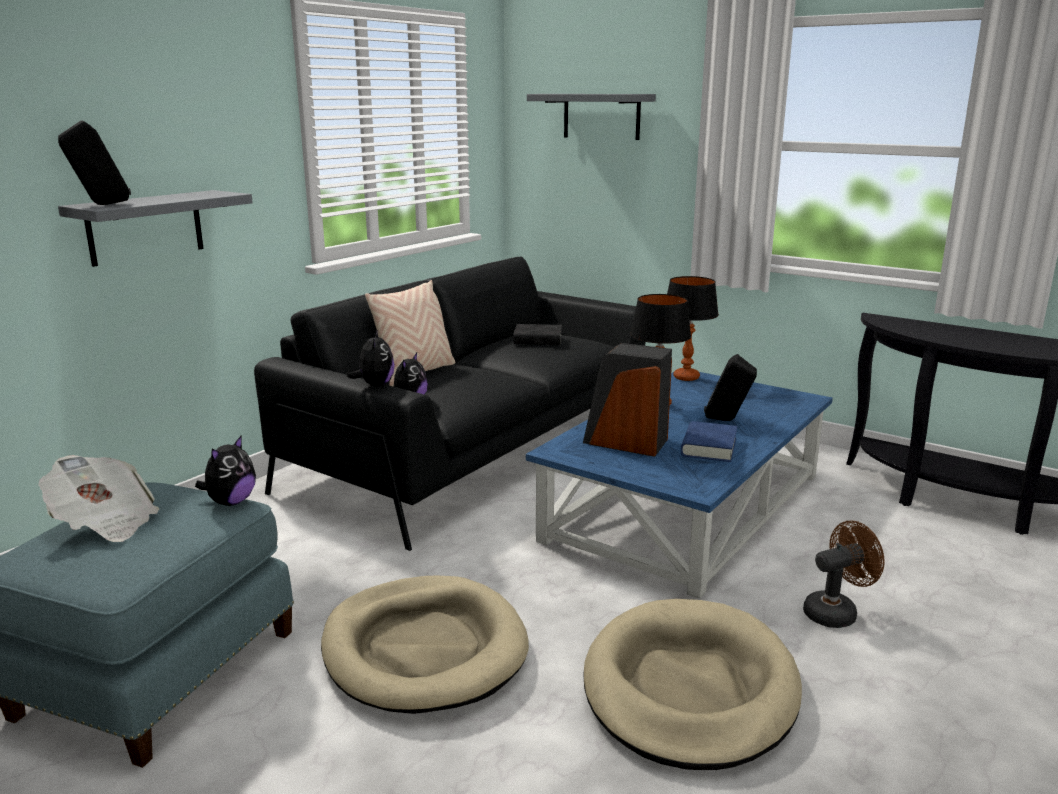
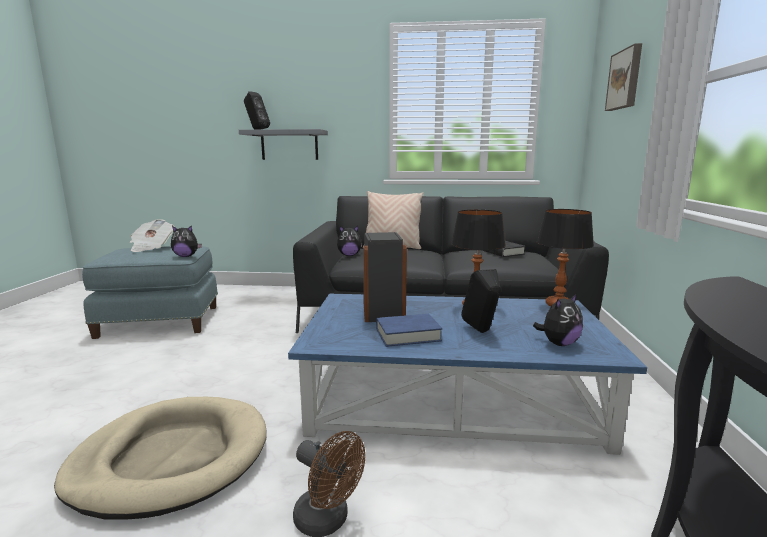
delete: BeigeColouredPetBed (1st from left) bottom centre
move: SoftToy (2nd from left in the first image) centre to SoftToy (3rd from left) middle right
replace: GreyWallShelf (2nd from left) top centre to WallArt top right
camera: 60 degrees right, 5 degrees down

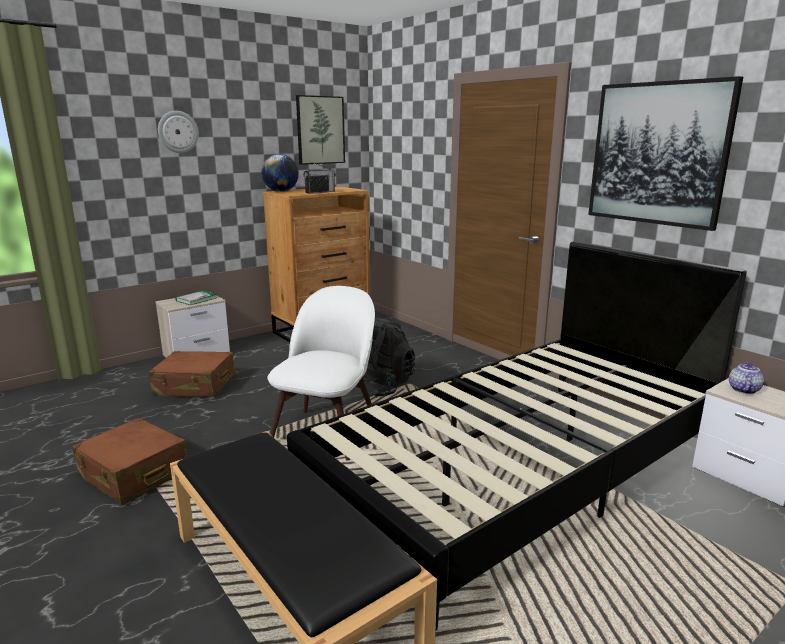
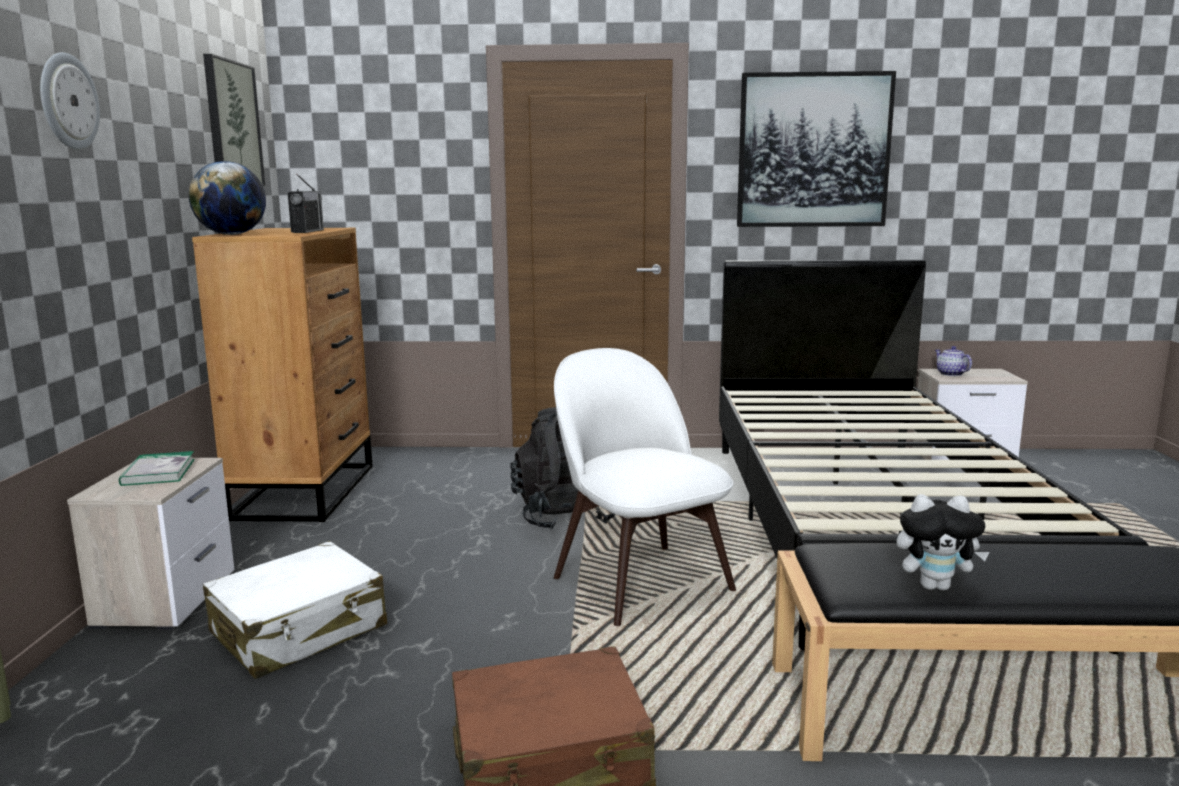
insert: SoftToy bottom right
recolor: BrownColouredSuitcase (2nd from left) middle left to WhiteColouredSuitcase bottom left
camera: 50 degrees left, 5 degrees down

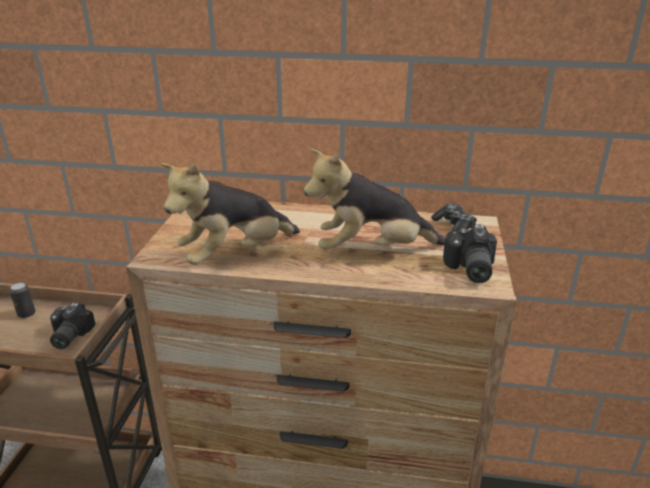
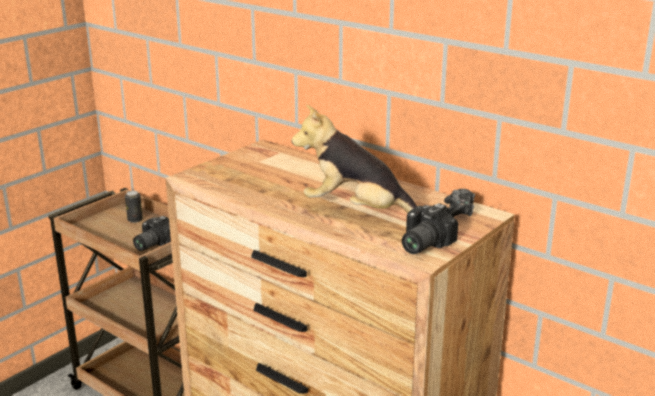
delete: SoftToy (1st from left) centre
camera: 30 degrees right, 5 degrees down

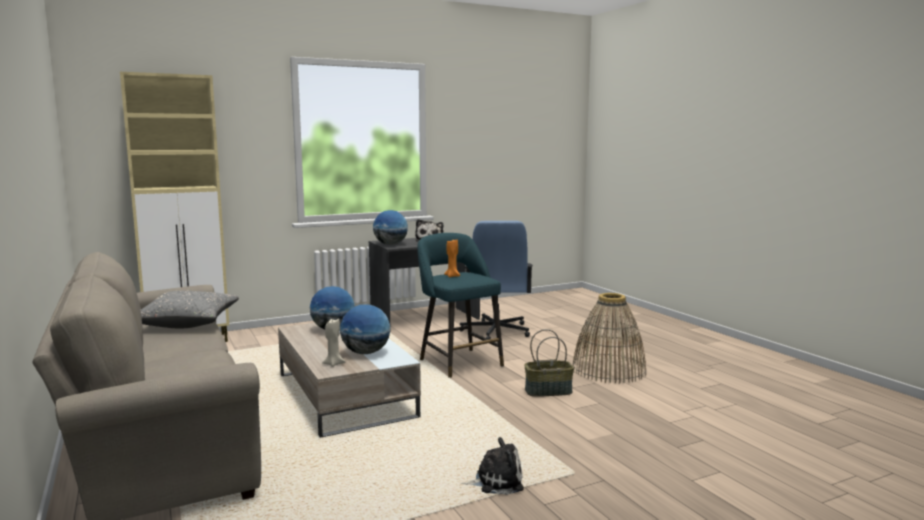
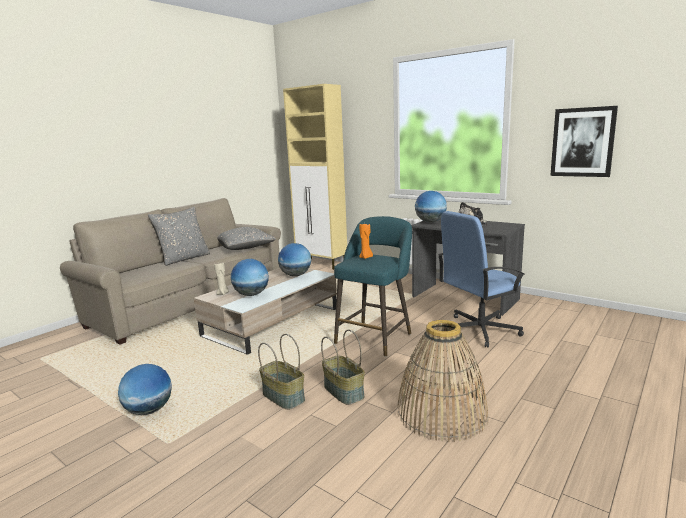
insert: WallArt top right; GreyPillow (1st from left) middle left; StorageBasket (1st from left) bottom centre
replace: SoftToy (2nd from left) bottom centre to WorldGlobe (1st from left) bottom left
camera: 65 degrees right, 5 degrees up

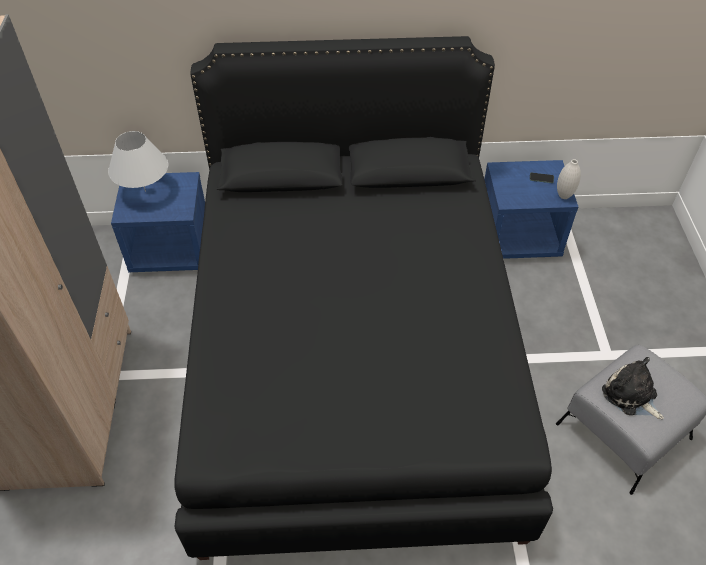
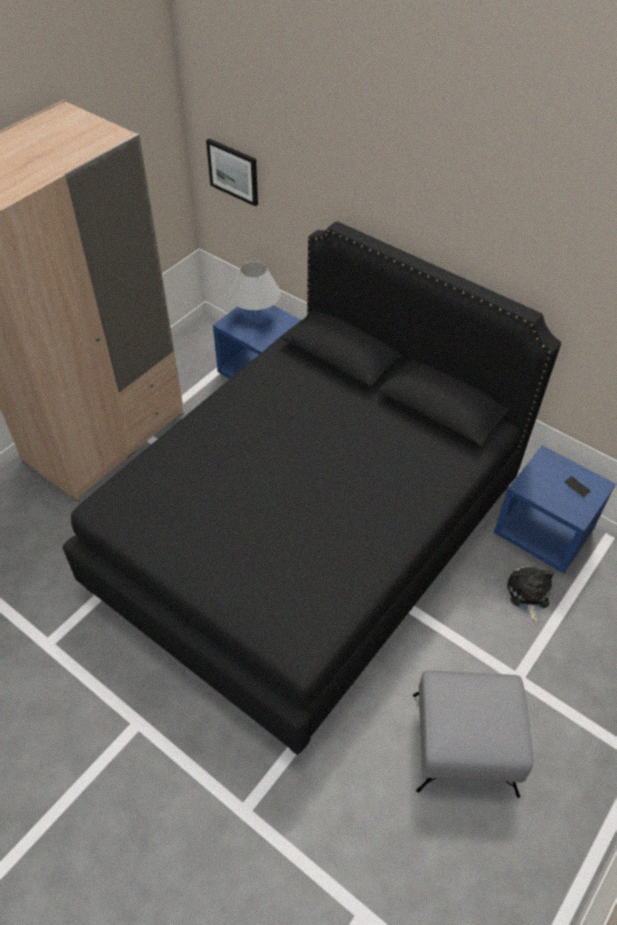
delete: WhiteColouredFlowerVase top right
insert: WallArt top centre
move: SoftToy bottom right to middle right
camera: 40 degrees right, 0 degrees up

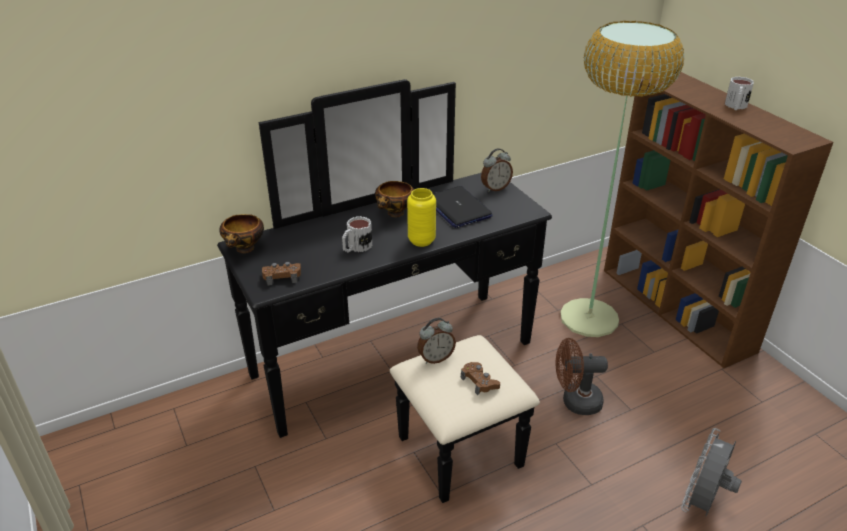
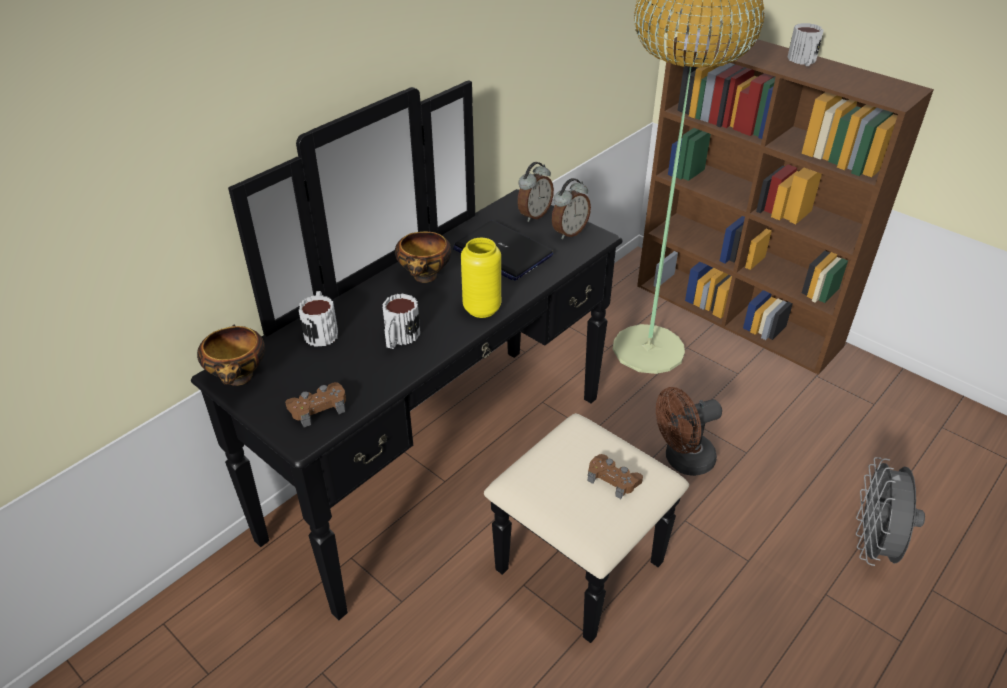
insert: CoffeeMug (1st from left) middle left
move: TableClock (1st from left in the first image) centre to TableClock (2nd from left) top centre
camera: 20 degrees left, 5 degrees up

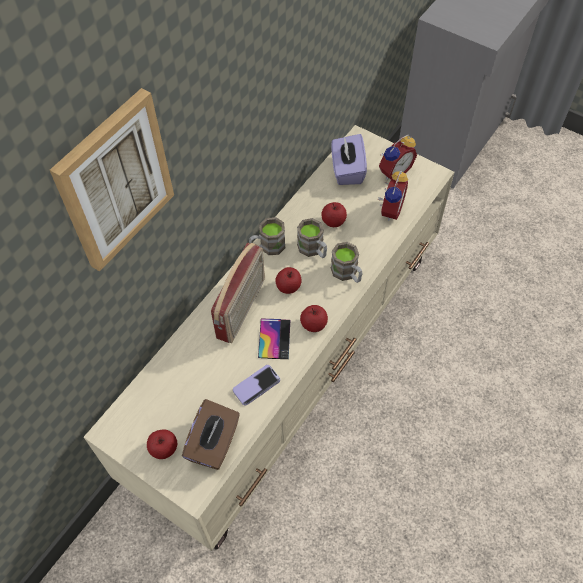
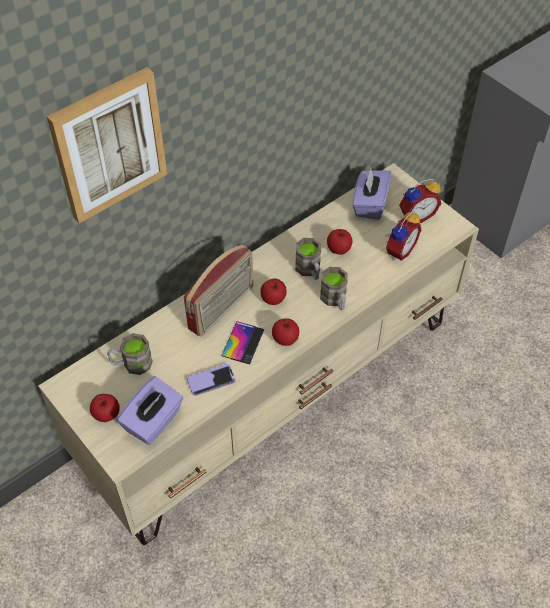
move: BrownColouredCoffeeMug (1st from left) centre to middle left
recolor: BrownColouredBoxOfTissues bottom centre to PurpleBoxOfTissues (1st from left) bottom left
camera: 15 degrees right, 5 degrees down

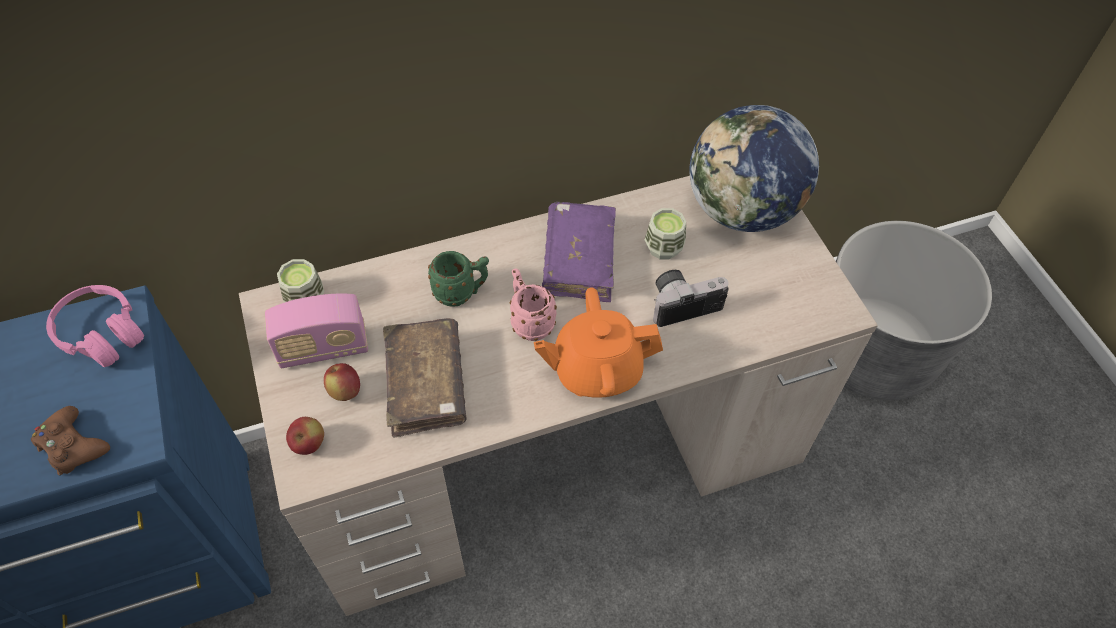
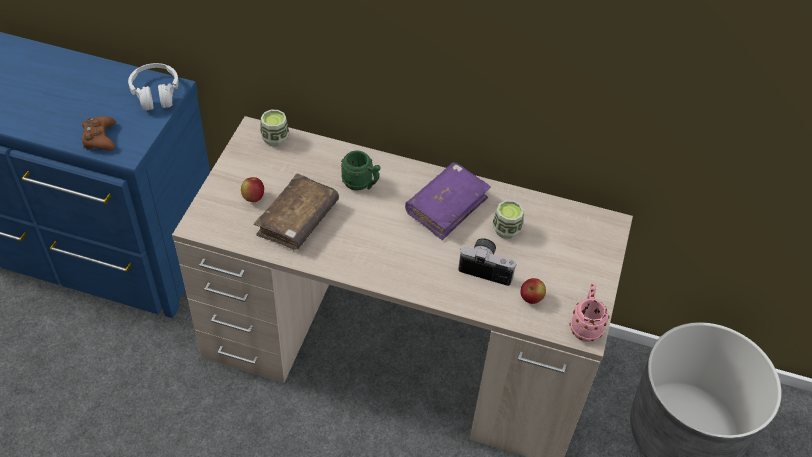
delete: WorldGlobe top right; OrangeColouredTeapot centre; RadioSet middle left
move: PinkishCoffeeMug centre to bottom right; Apple (1st from left in the first image) bottom left to Apple (2nd from left) centre
recolor: PinkishPairOfHeadphones middle left to WhiteColouredPairOfHeadphones top left
camera: 35 degrees right, 5 degrees down

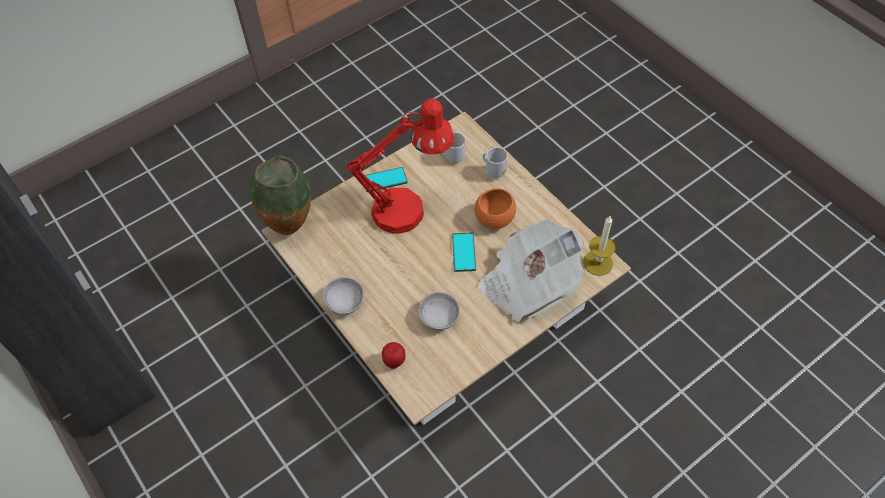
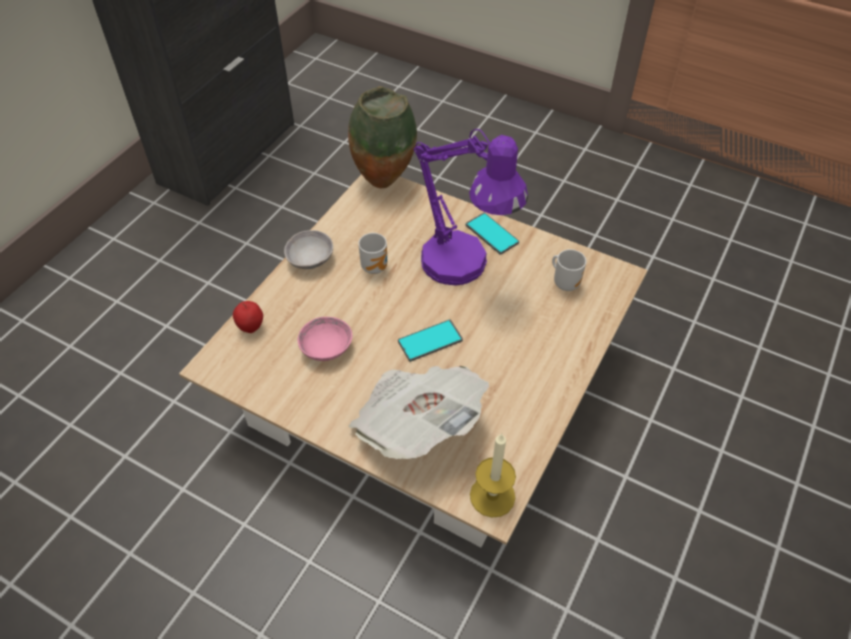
delete: OrangeColouredDeepDish centre
move: CoffeeMug (2nd from left in the first image) top centre to CoffeeMug (1st from left) centre
recolor: ReddishTableLamp centre to PurpleTableLamp top centre; GreyDeepDish (2nd from left) centre to PinkishDeepDish centre
camera: 65 degrees right, 5 degrees down

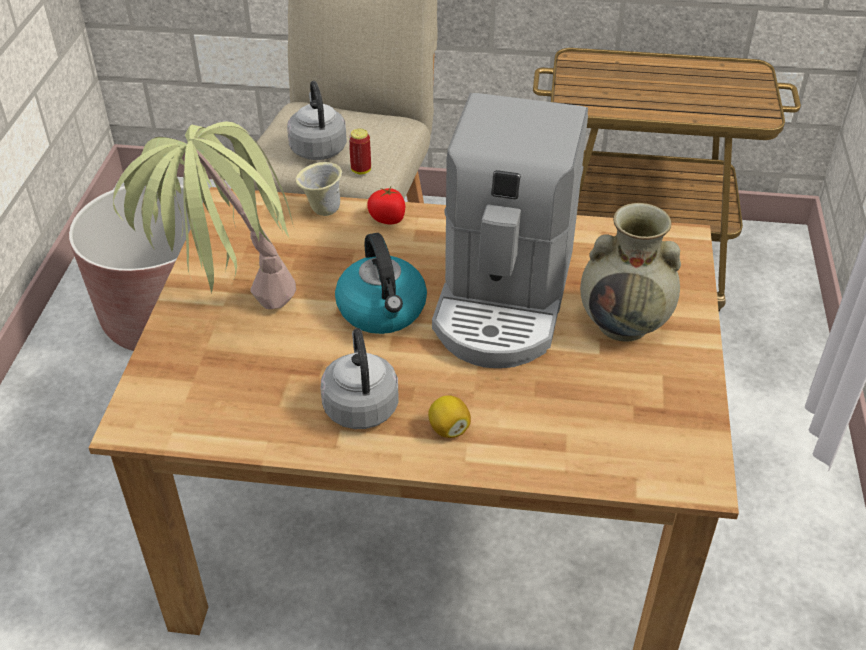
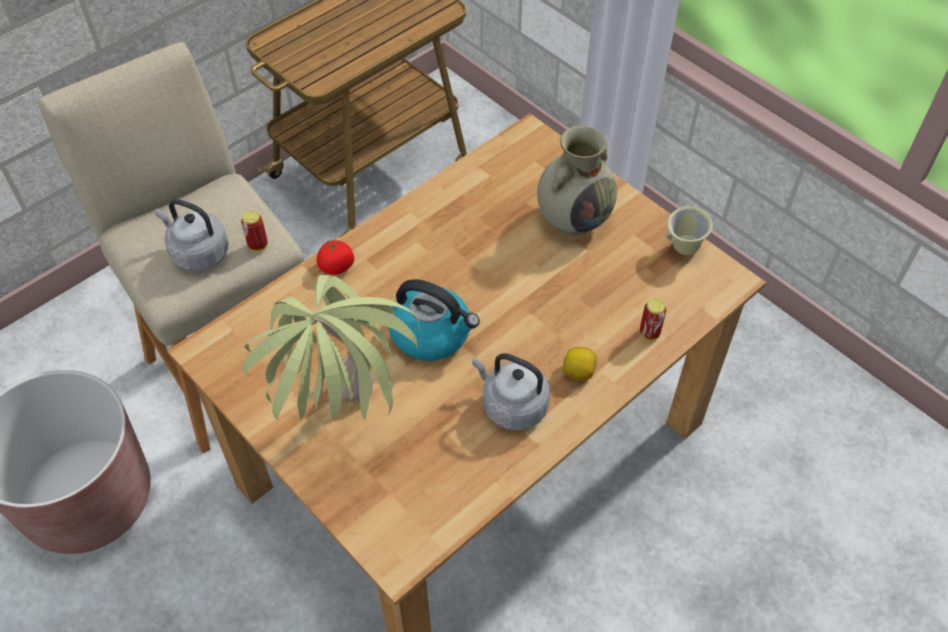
delete: CoffeeMaker centre
insert: Can (2nd from left) middle right
move: BeigeColouredCoffeeMug top centre to middle right
camera: 50 degrees left, 10 degrees up

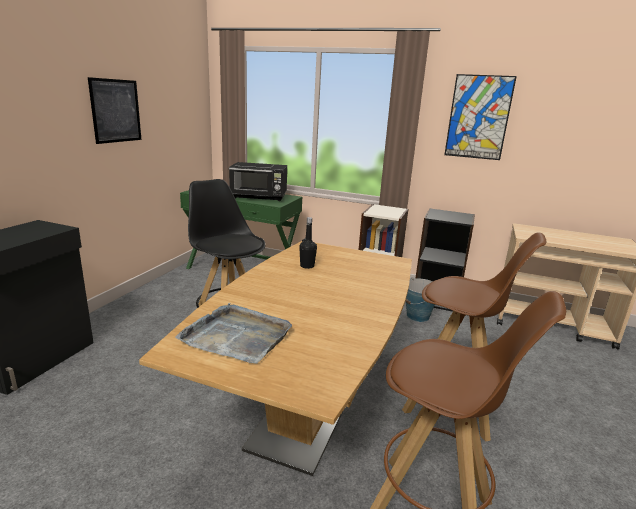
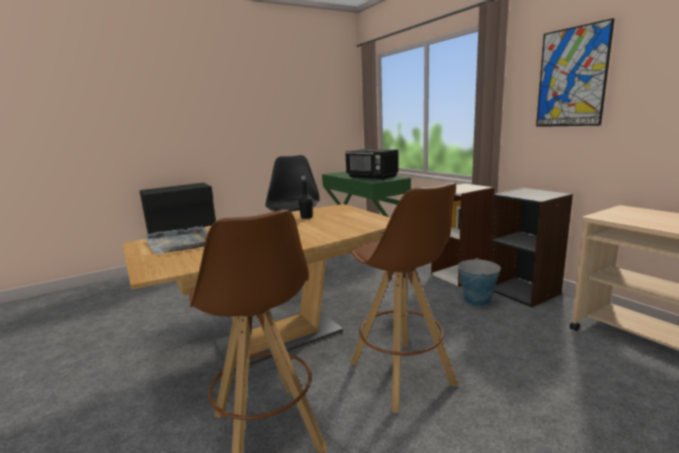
delete: WallArt (1st from left) top left
camera: 40 degrees right, 5 degrees down

